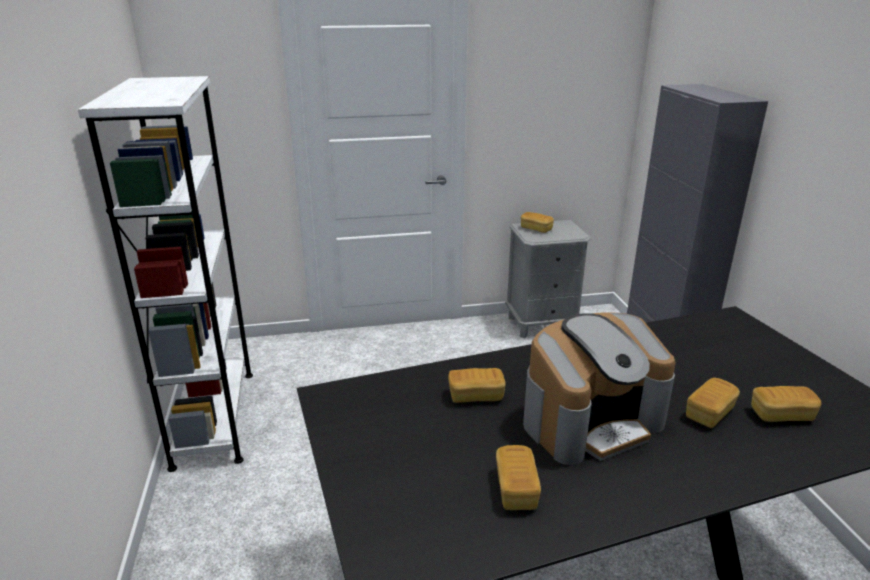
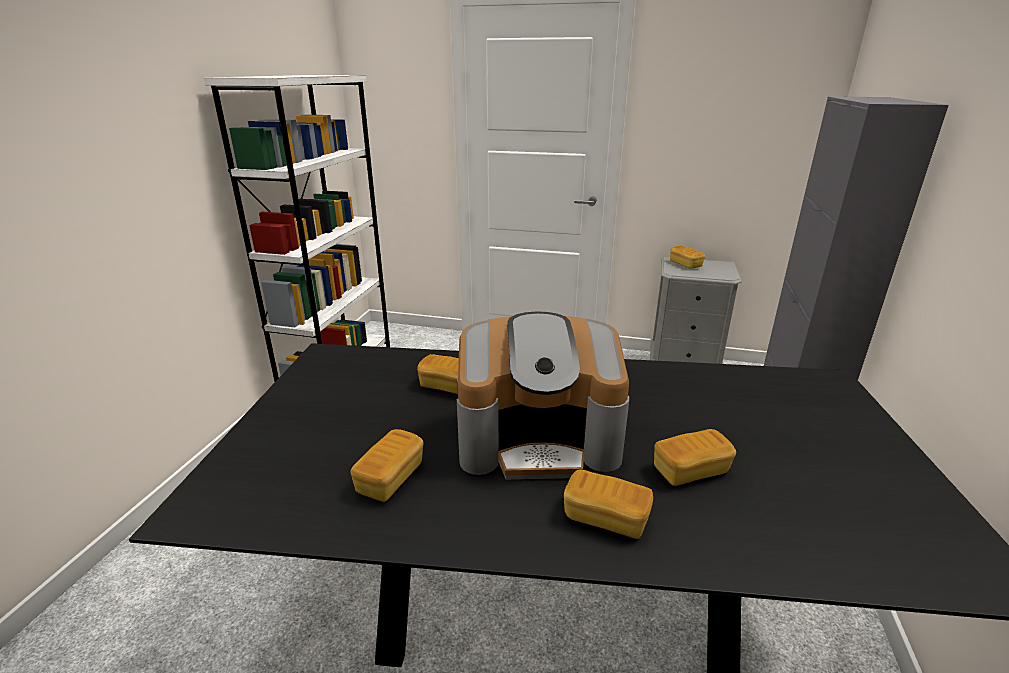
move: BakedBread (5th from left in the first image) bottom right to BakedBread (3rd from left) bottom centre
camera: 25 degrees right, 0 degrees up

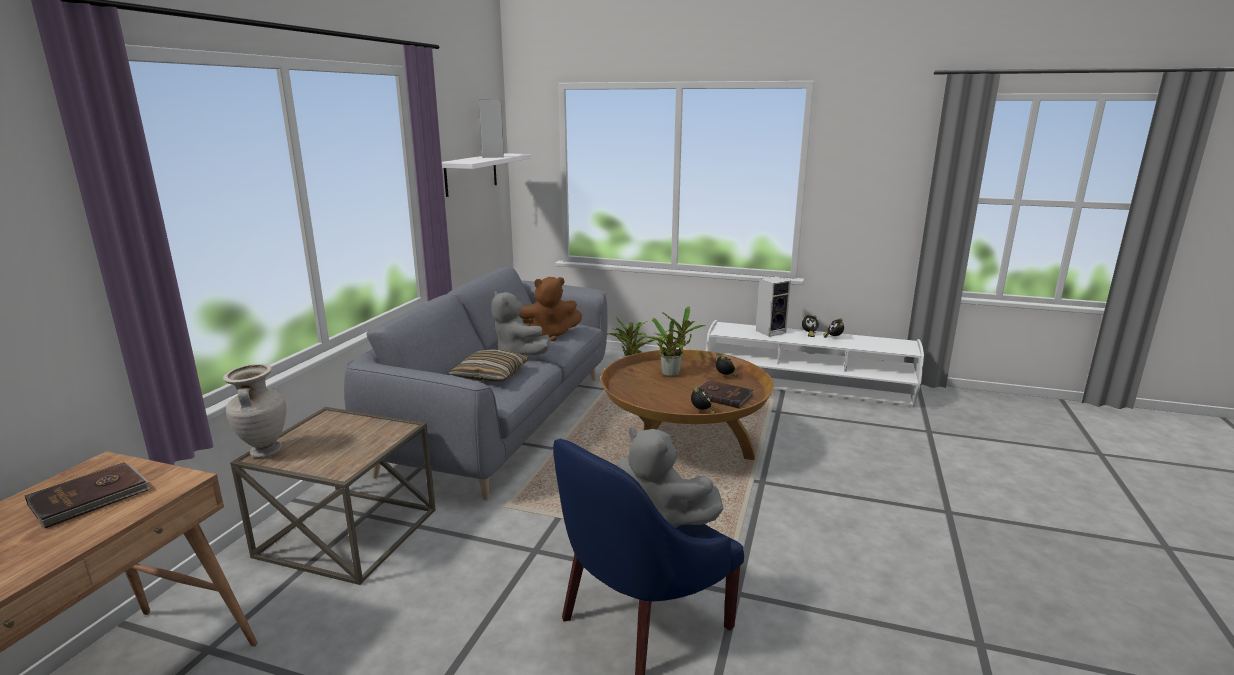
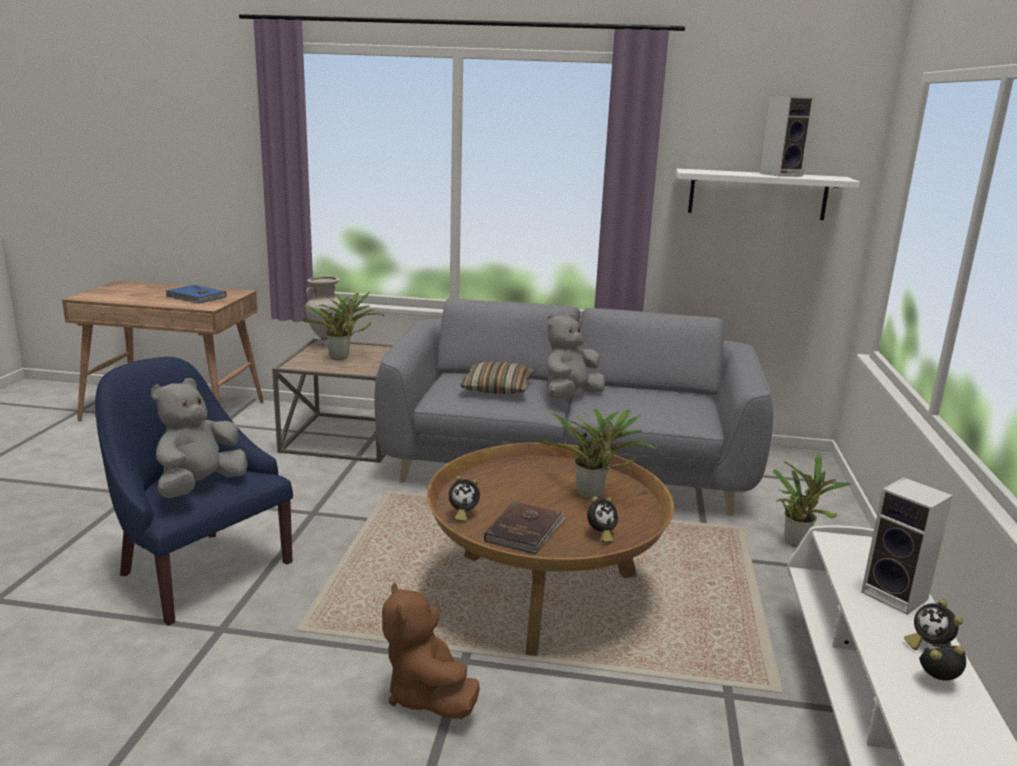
insert: PlantInAPot (1st from left) centre
move: BrownColouredSoftToy centre to bottom centre
recolor: BrownColouredBook (1st from left) bottom left to BlueBook middle left
camera: 80 degrees right, 0 degrees up

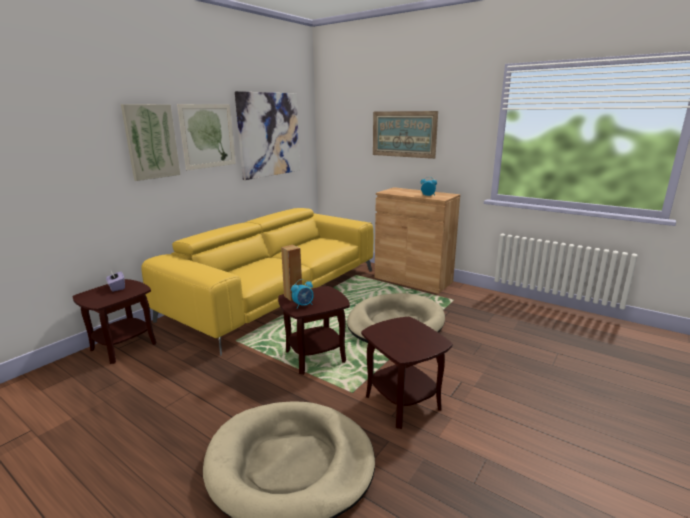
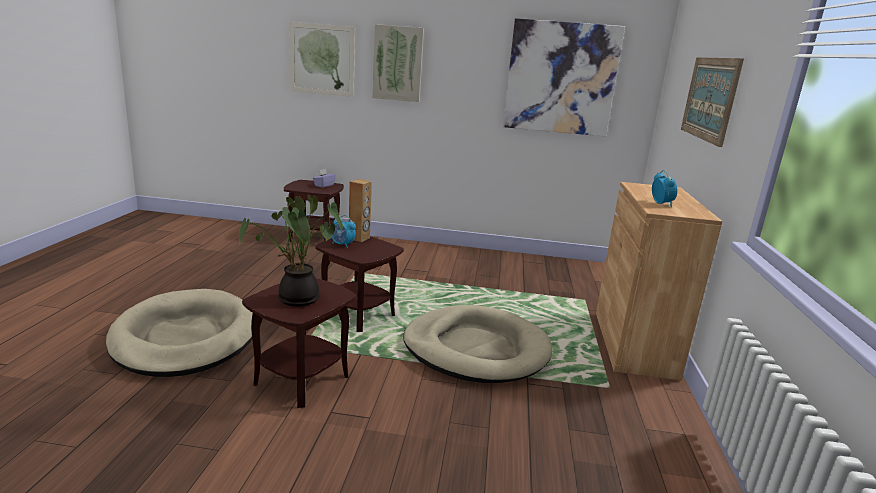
delete: YellowColouredSofa centre
insert: PlantInAPot middle left
move: WallArt (2nd from left in the first image) top left to WallArt (1st from left) top centre
camera: 60 degrees right, 0 degrees up

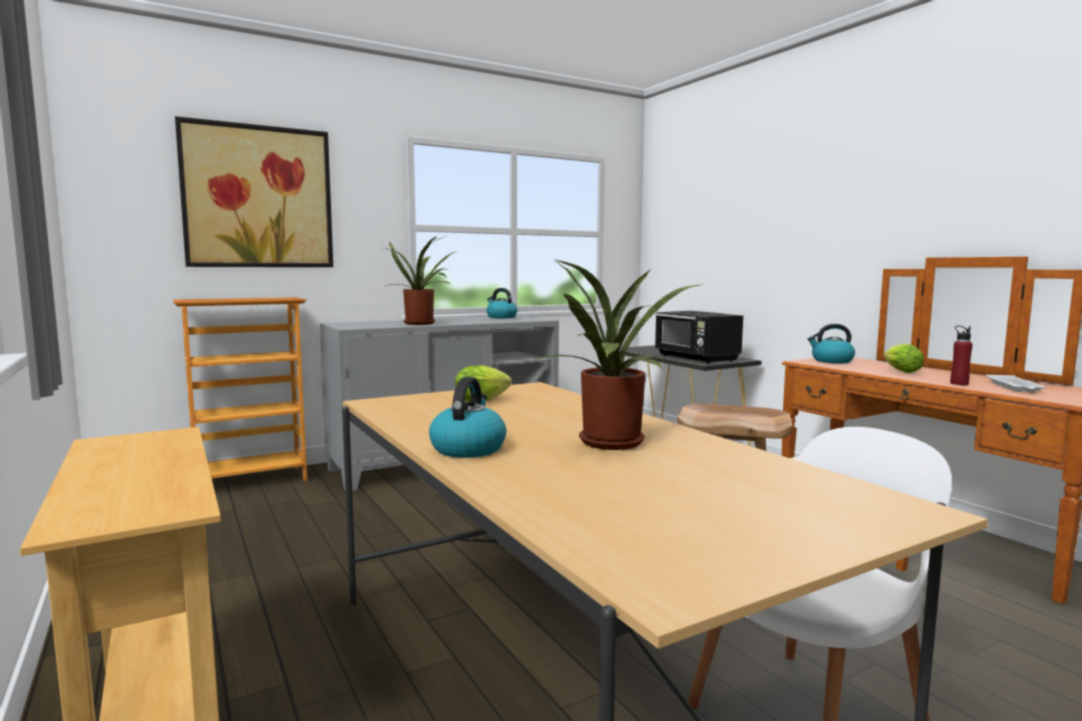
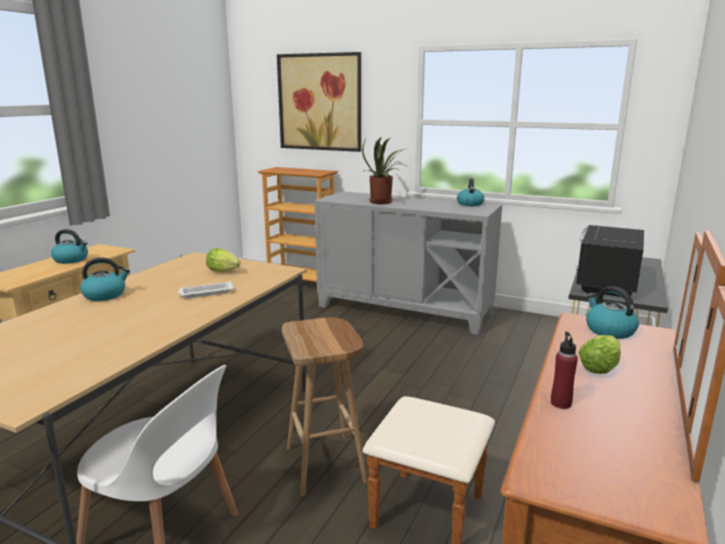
delete: PlantInAPot (2nd from left) centre
insert: Kettle (1st from left) middle left
move: WhiteColouredTray middle right to middle left
camera: 55 degrees right, 10 degrees up

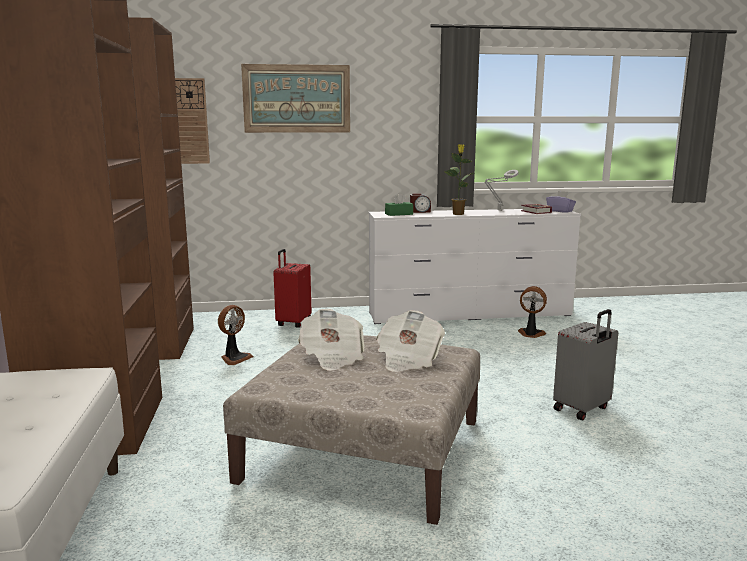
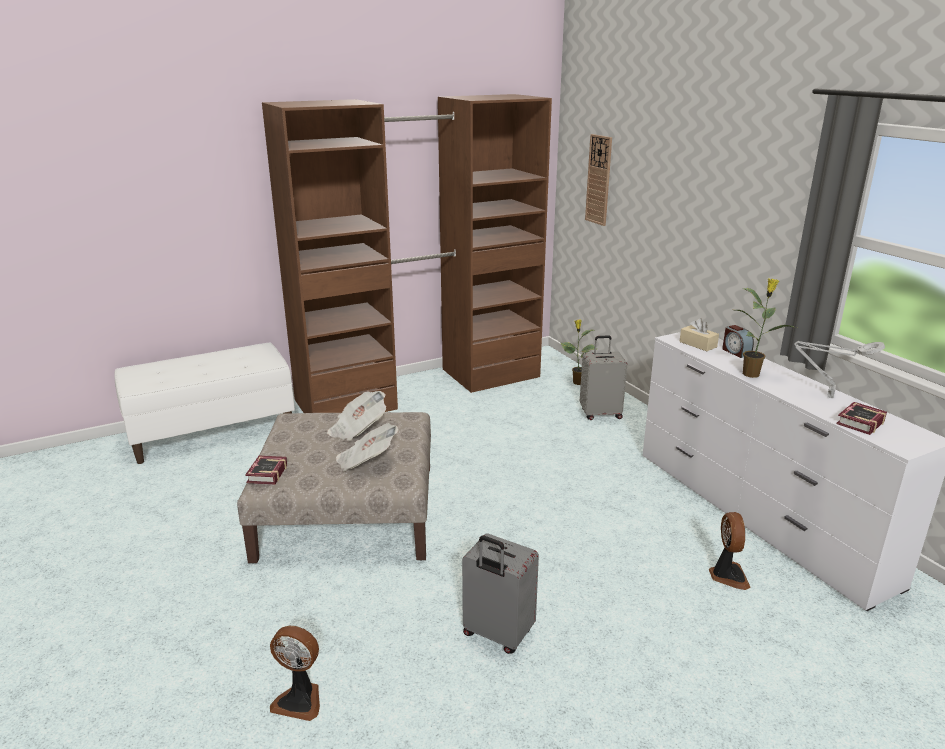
delete: WallArt top centre; PurpleBoxOfTissues middle right
insert: PlantInAPot (1st from left) centre; Book (1st from left) middle left
move: ElectricFan (1st from left) middle left to bottom left
recolor: GreenColouredBoxOfTissues centre to BeigeColouredBoxOfTissues middle right; ReddishSuitcase centre to GreySuitcase (2nd from left) centre
camera: 70 degrees right, 10 degrees up

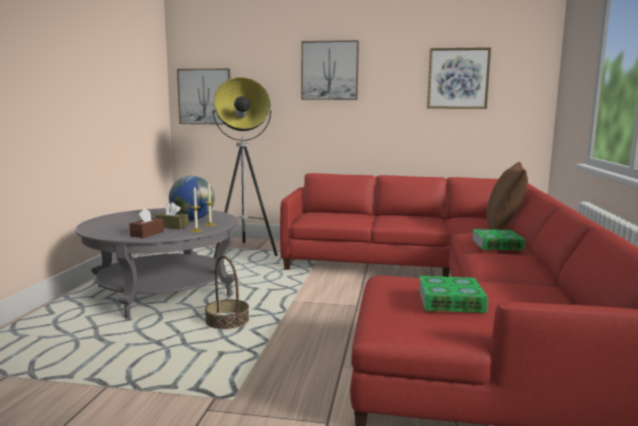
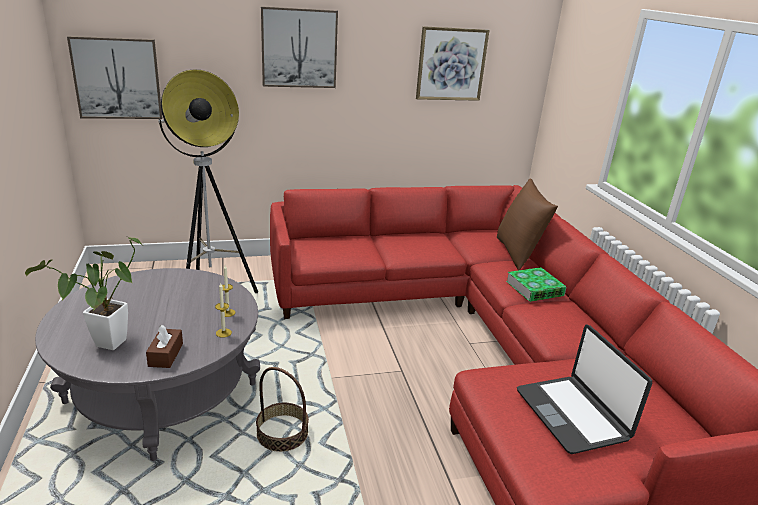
delete: WorldGlobe middle left; BrownColouredBoxOfTissues (2nd from left) middle left
insert: PlantInAPot middle left
replace: Book (1st from left) bottom right to Laptop bottom right
camera: 25 degrees left, 15 degrees up

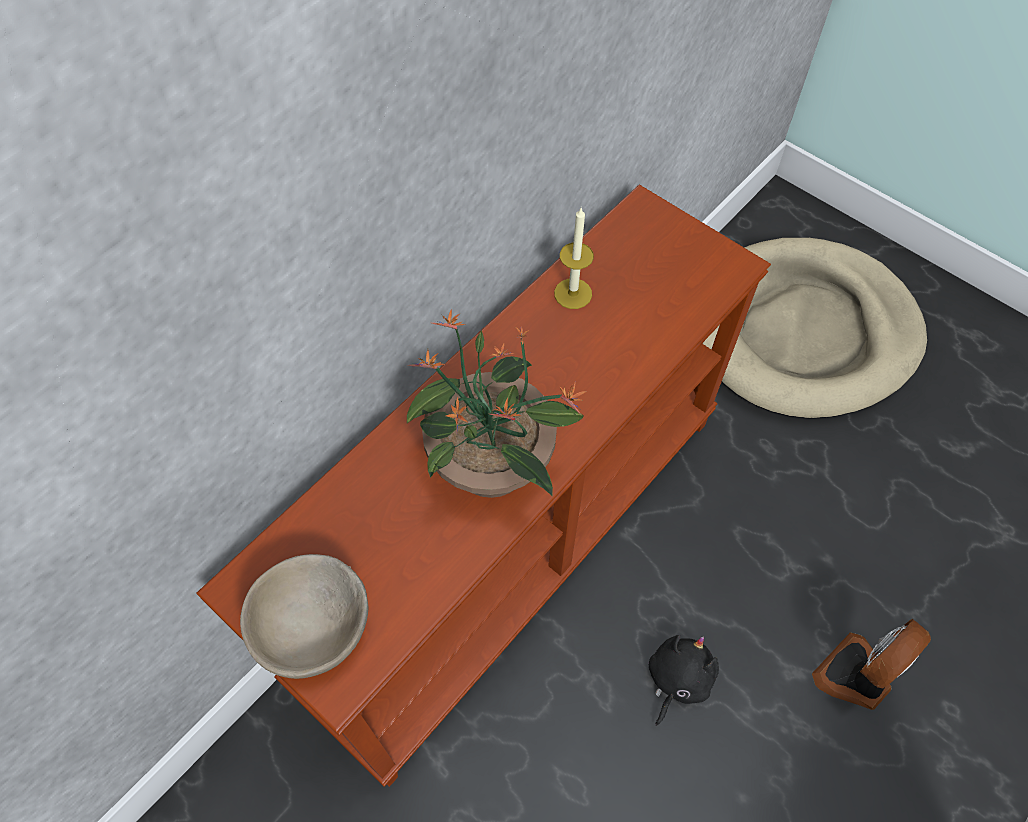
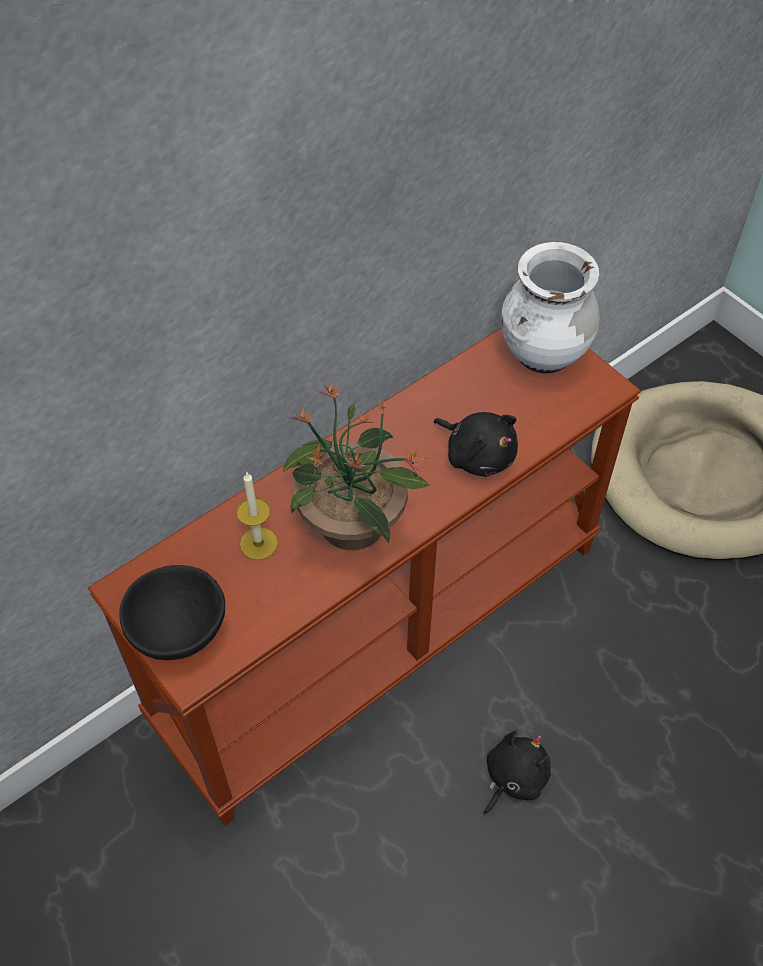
delete: ElectricFan bottom right
insert: WhiteColouredFlowerVase top right; BlackColouredSoftToy (1st from left) centre
move: WaxLight top centre to centre
recolor: BeigeColouredDeepDish bottom left to BlackColouredDeepDish middle left
camera: 10 degrees right, 5 degrees down

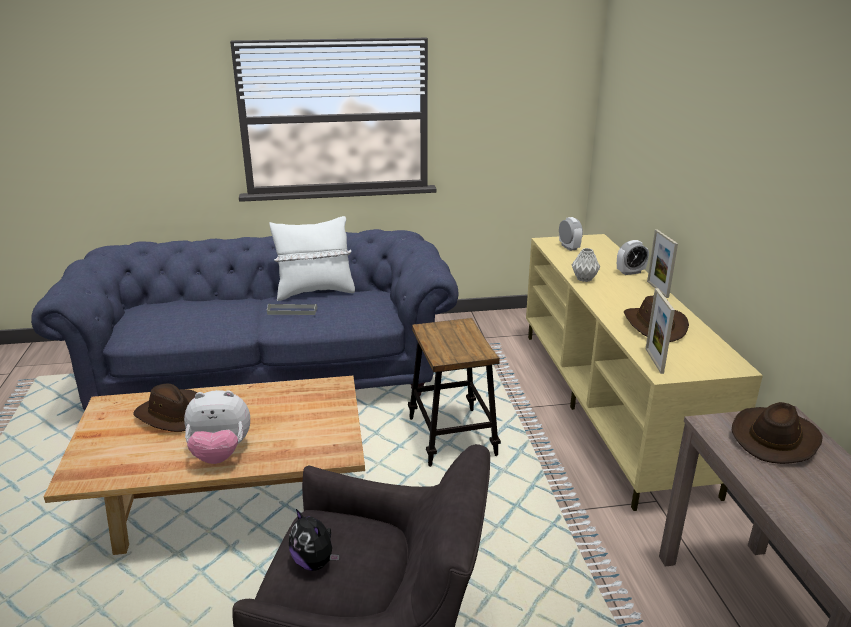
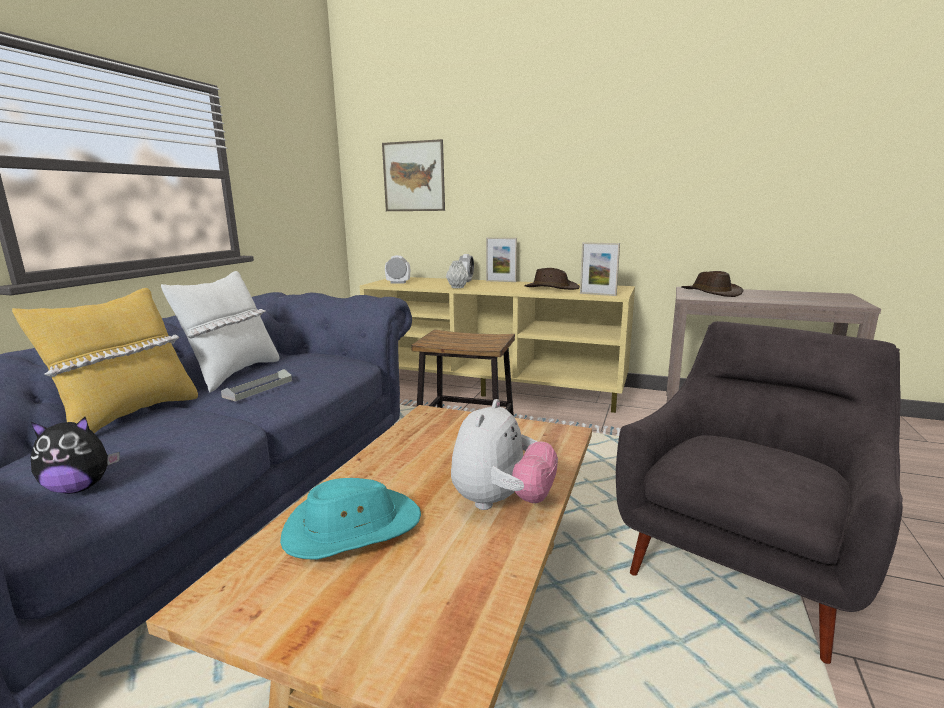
insert: WallArt top centre; YellowColouredPillow middle left
move: SoftToy (2nd from left in the first image) bottom centre to SoftToy (1st from left) middle left
recolor: BrownColouredWearableHat (1st from left) middle left to BlueGreenWearableHat bottom centre
camera: 60 degrees left, 10 degrees down

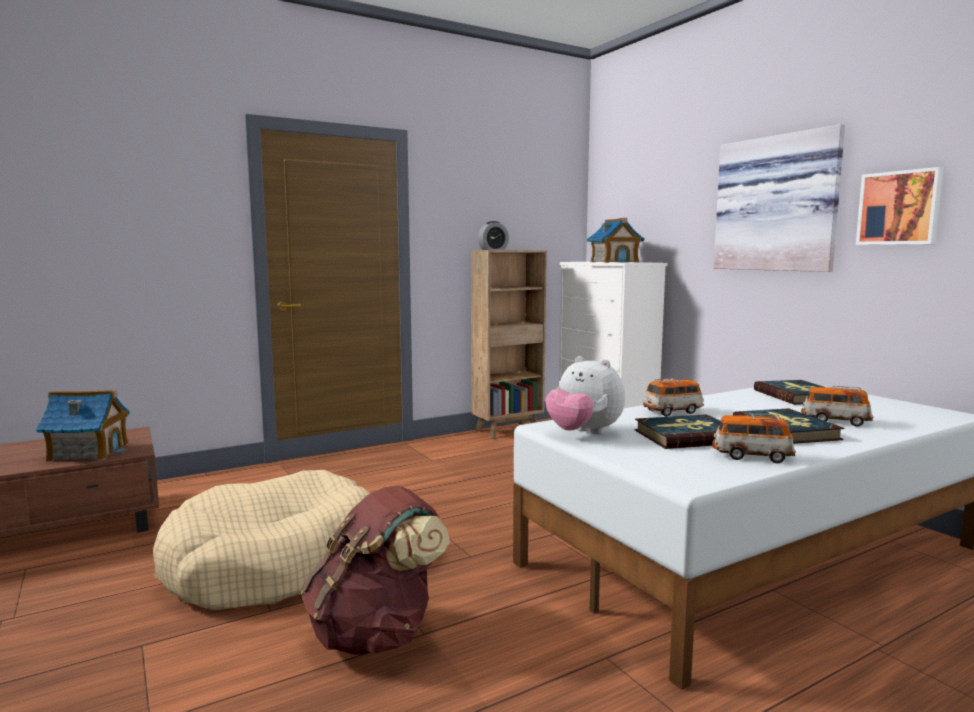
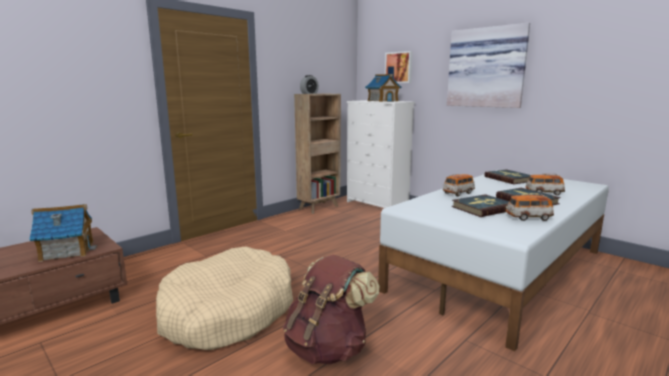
delete: SoftToy centre
move: WallArt (2nd from left in the first image) top right to WallArt (1st from left) top centre
camera: 15 degrees left, 5 degrees up

